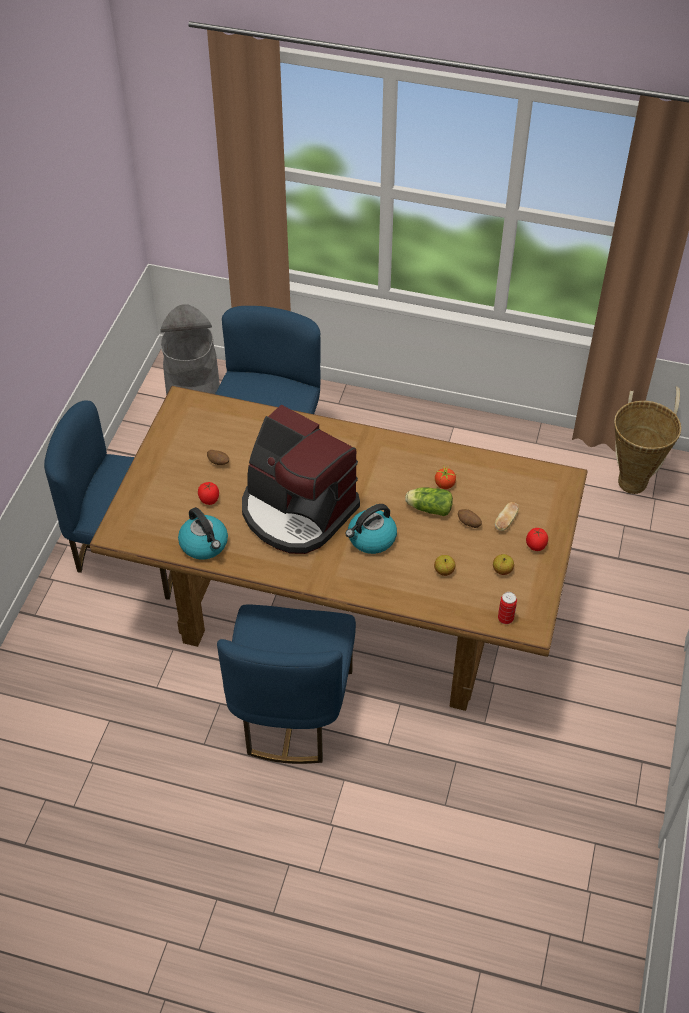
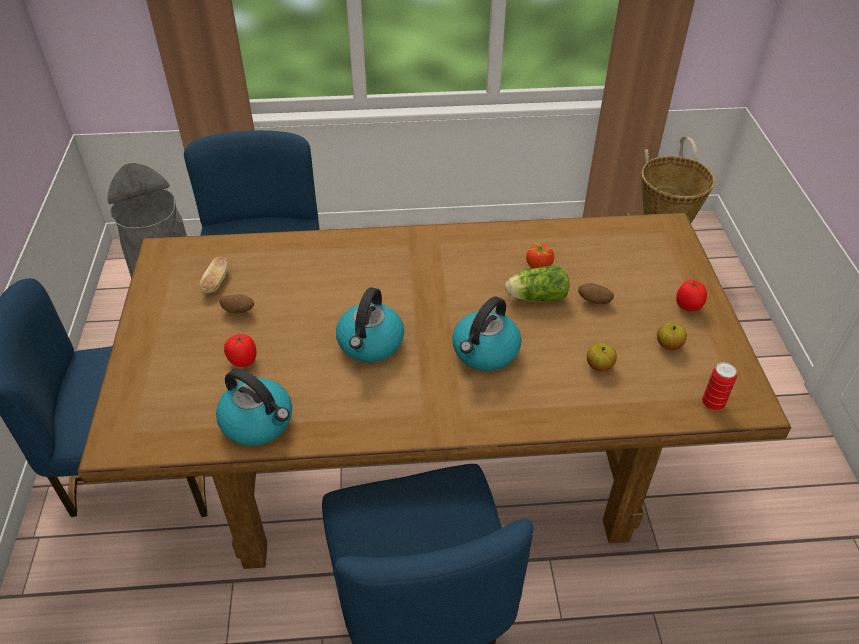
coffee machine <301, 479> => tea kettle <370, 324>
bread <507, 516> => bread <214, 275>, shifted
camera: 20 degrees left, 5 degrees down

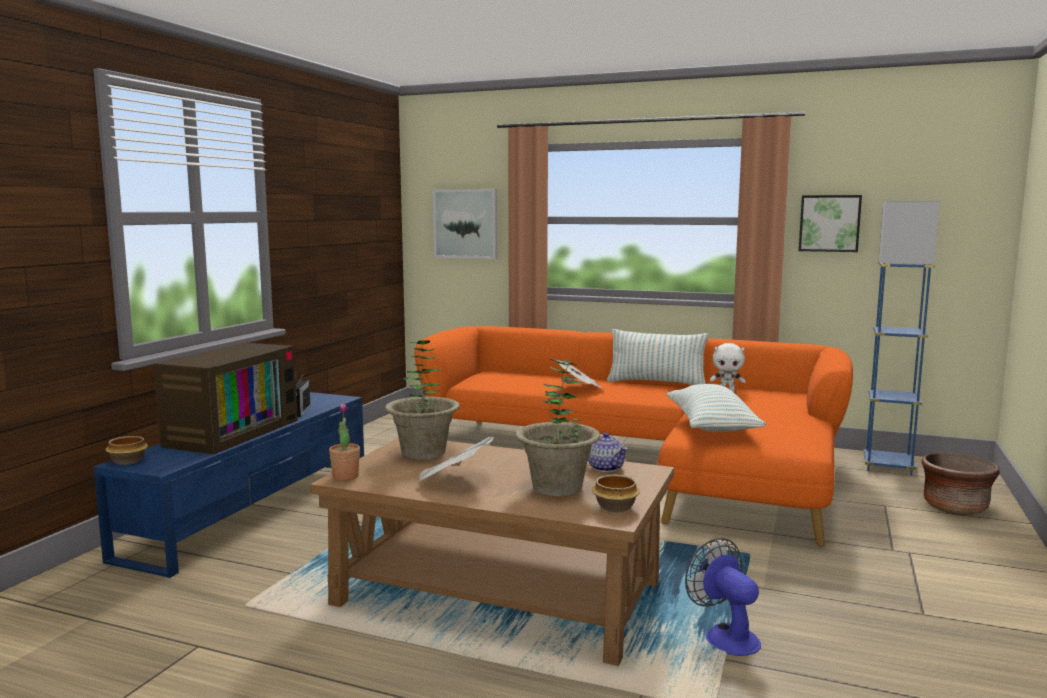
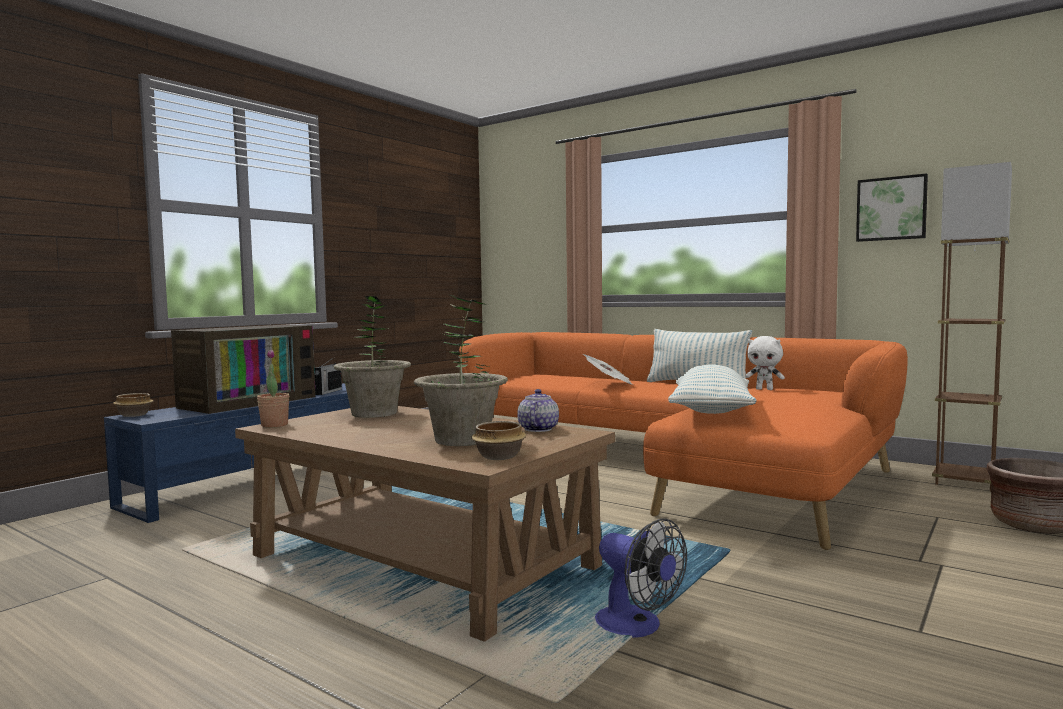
picture <465, 224> => nothing
bluish standing lamp <902, 338> => brown standing lamp <972, 327>
pot for tea <608, 452> => pot for tea <538, 410>, 150 degrees counterclockwise
printed paper <455, 460> => nothing
fan <723, 597> => fan <641, 578>, 150 degrees clockwise
camera: 15 degrees right, 5 degrees down

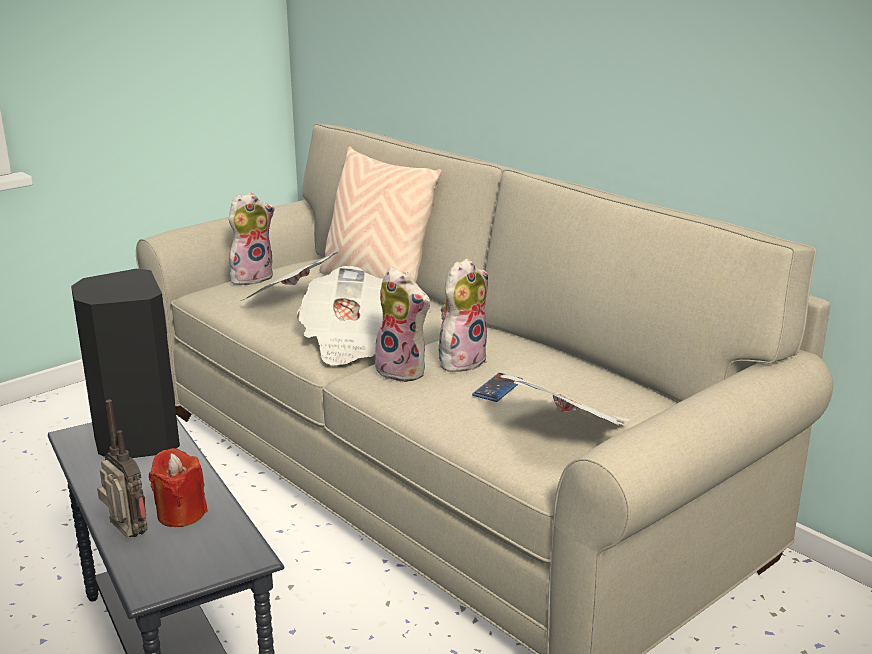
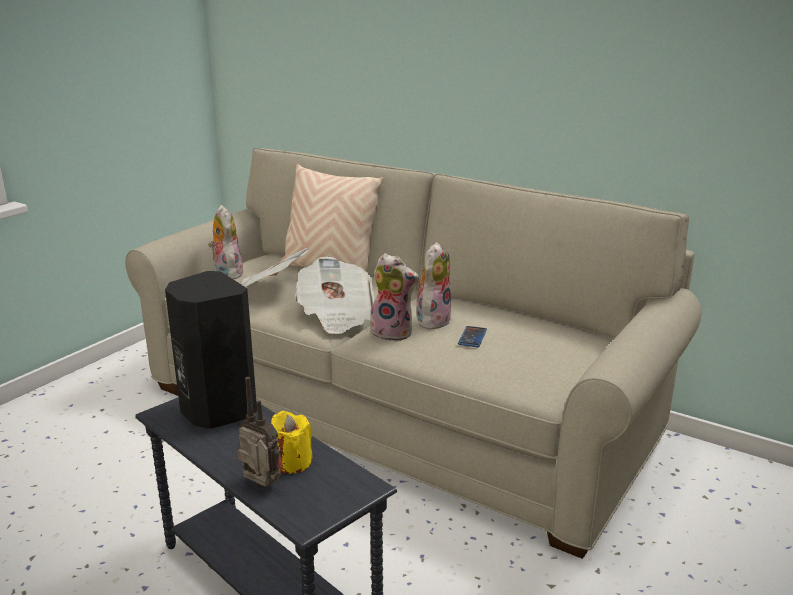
plush toy <252, 239> => plush toy <226, 242>, 60 degrees counterclockwise
printed paper <565, 400> => nothing
red candle <178, 487> => yellow-coloured candle <291, 442>
camera: 15 degrees left, 0 degrees up

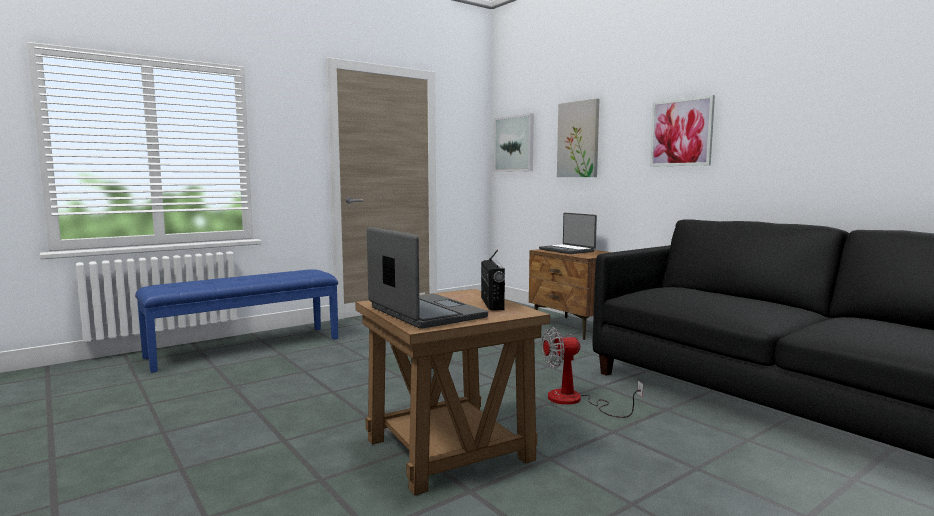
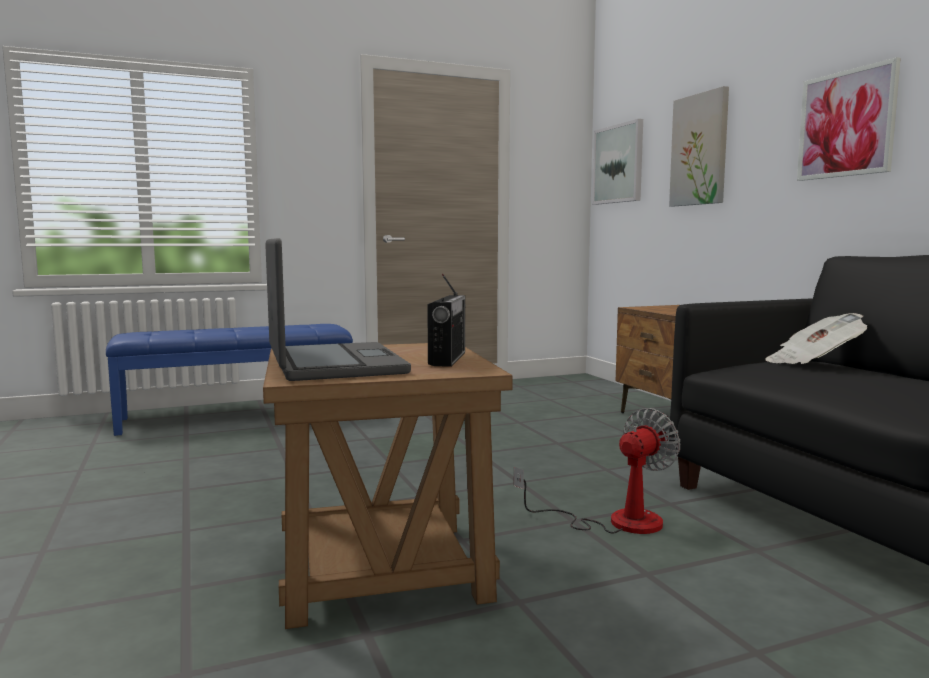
notebook computer <568, 233> => nothing
fan <592, 372> => fan <597, 471>, 135 degrees clockwise
nothing => printed paper <816, 338>
camera: 15 degrees right, 0 degrees up

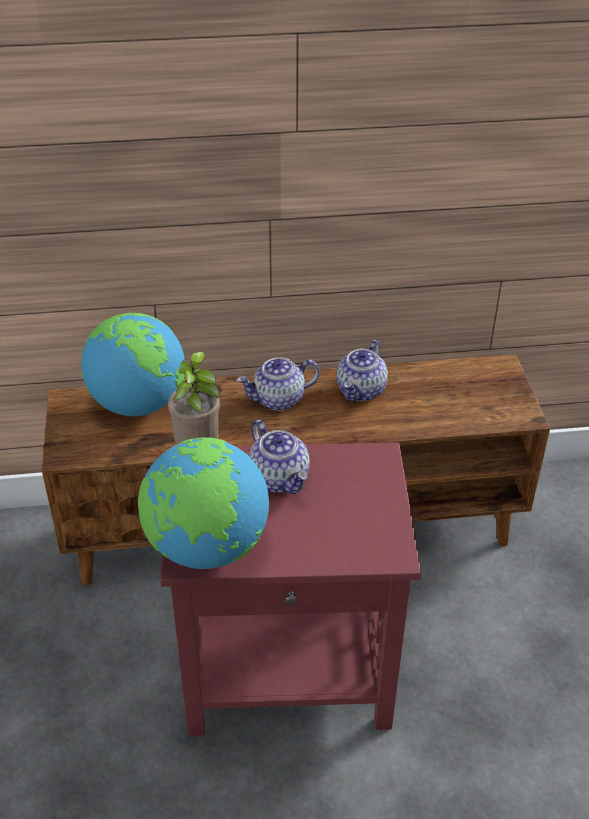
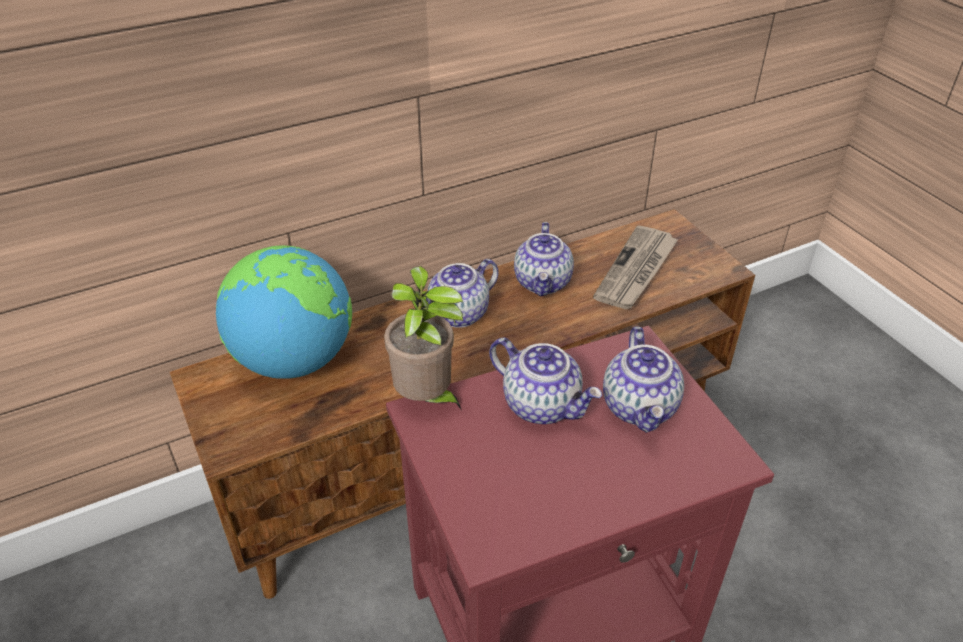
world globe <203, 503> => nothing
nothing => printed paper <635, 267>
nothing => pot for tea <643, 380>
camera: 20 degrees left, 0 degrees up

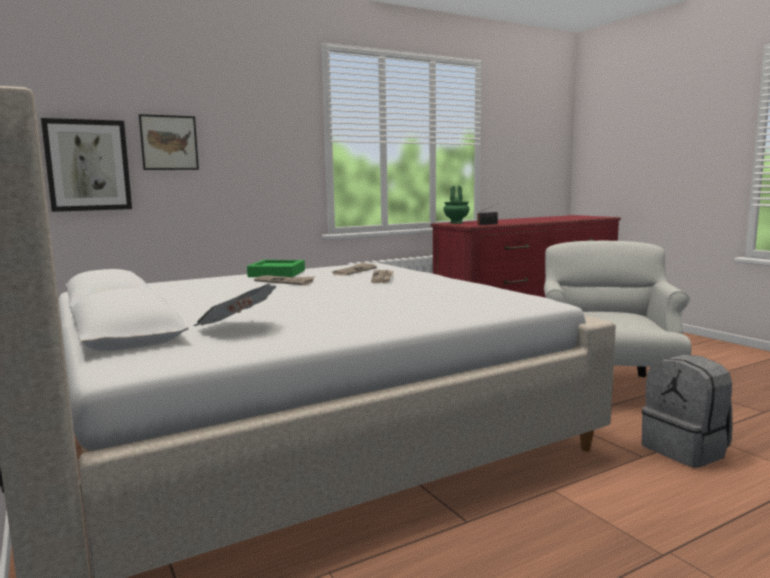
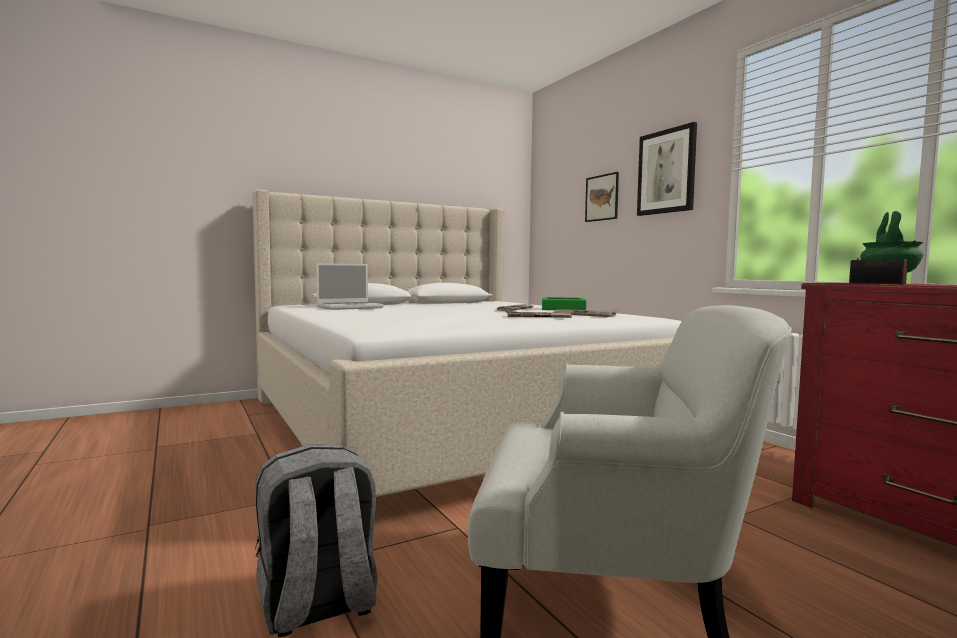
picture <86, 165> => picture <667, 169>, shifted
printed paper <234, 305> => notebook computer <350, 286>
camera: 90 degrees right, 5 degrees down

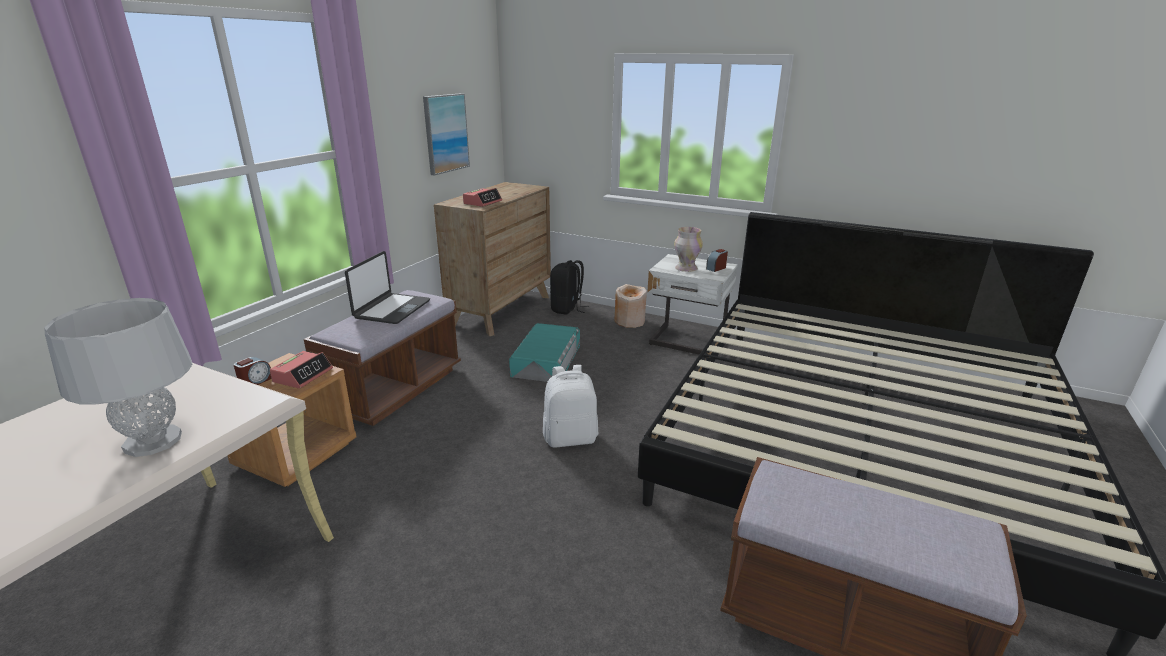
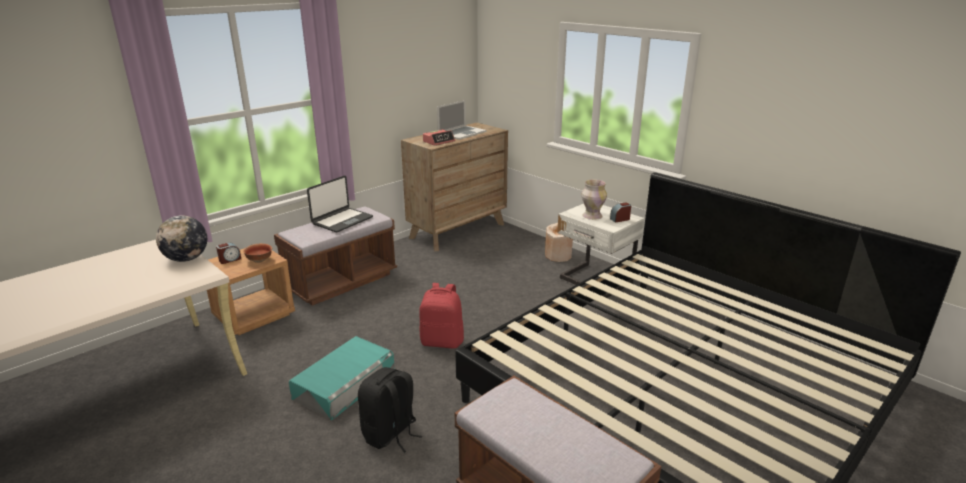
picture <446, 134> => nothing
black-coloured backpack <569, 287> => black-coloured backpack <390, 410>, shifted
gray table lamp <118, 377> => nothing
turquoise storage bin <544, 352> => turquoise storage bin <342, 378>, shifted
alarm clock <301, 370> => serving bowl <257, 253>
whitish backpack <570, 406> => red backpack <441, 316>
nothing => notebook computer <462, 120>
nothing => world globe <181, 238>
camera: 20 degrees right, 0 degrees up

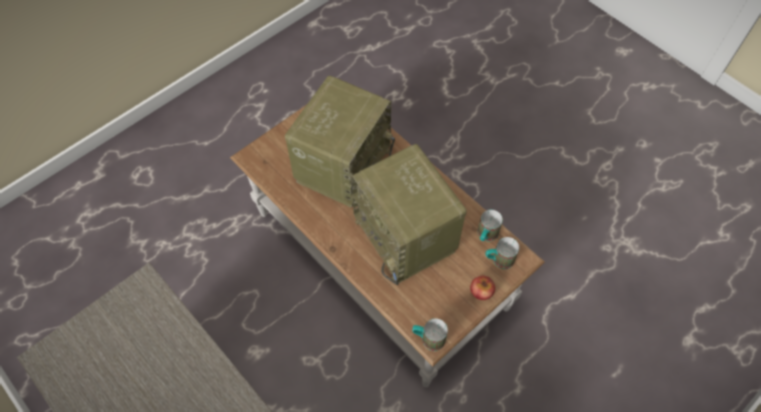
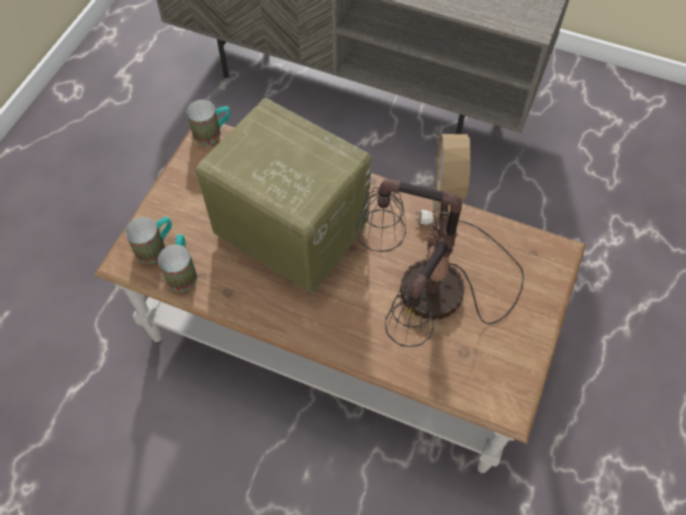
radio set <340, 142> => table lamp <440, 240>
apple fruit <482, 288> => nothing
camera: 155 degrees right, 0 degrees up

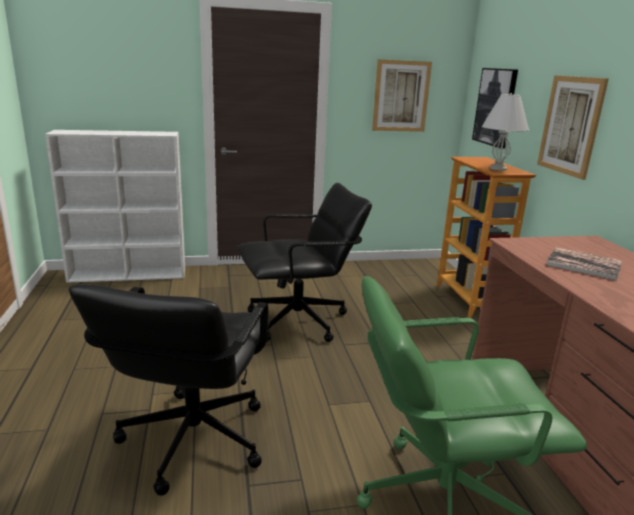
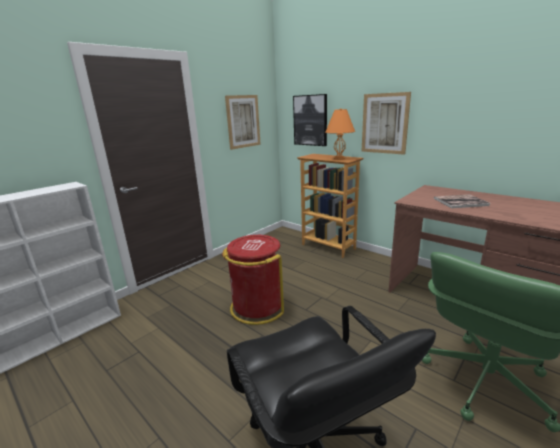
whitish table lamp <505, 132> => orangey table lamp <340, 134>
black-coloured desk chair <304, 262> => red waste bin <253, 280>
camera: 35 degrees left, 0 degrees up

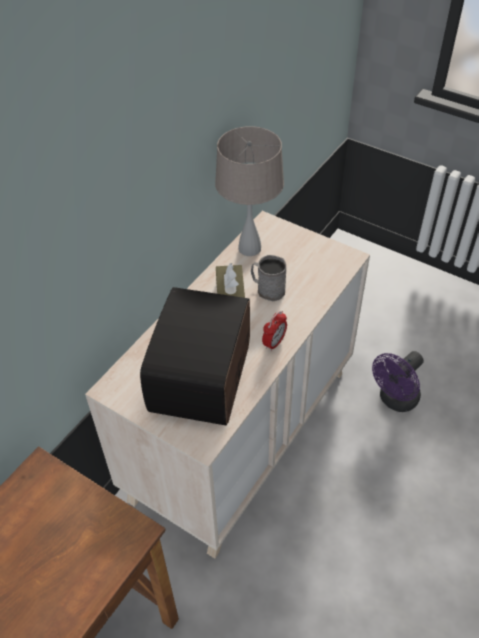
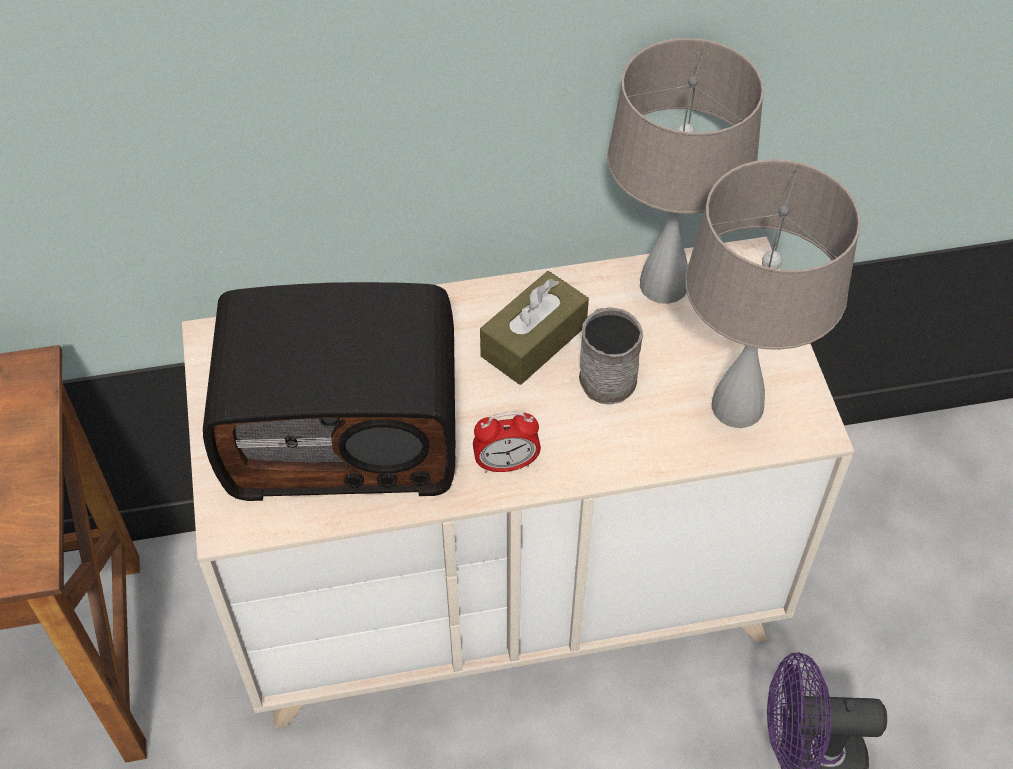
radio set <195, 356> => radio set <329, 391>, 150 degrees counterclockwise
nothing => beige-coloured table lamp <773, 293>
camera: 45 degrees right, 5 degrees up

